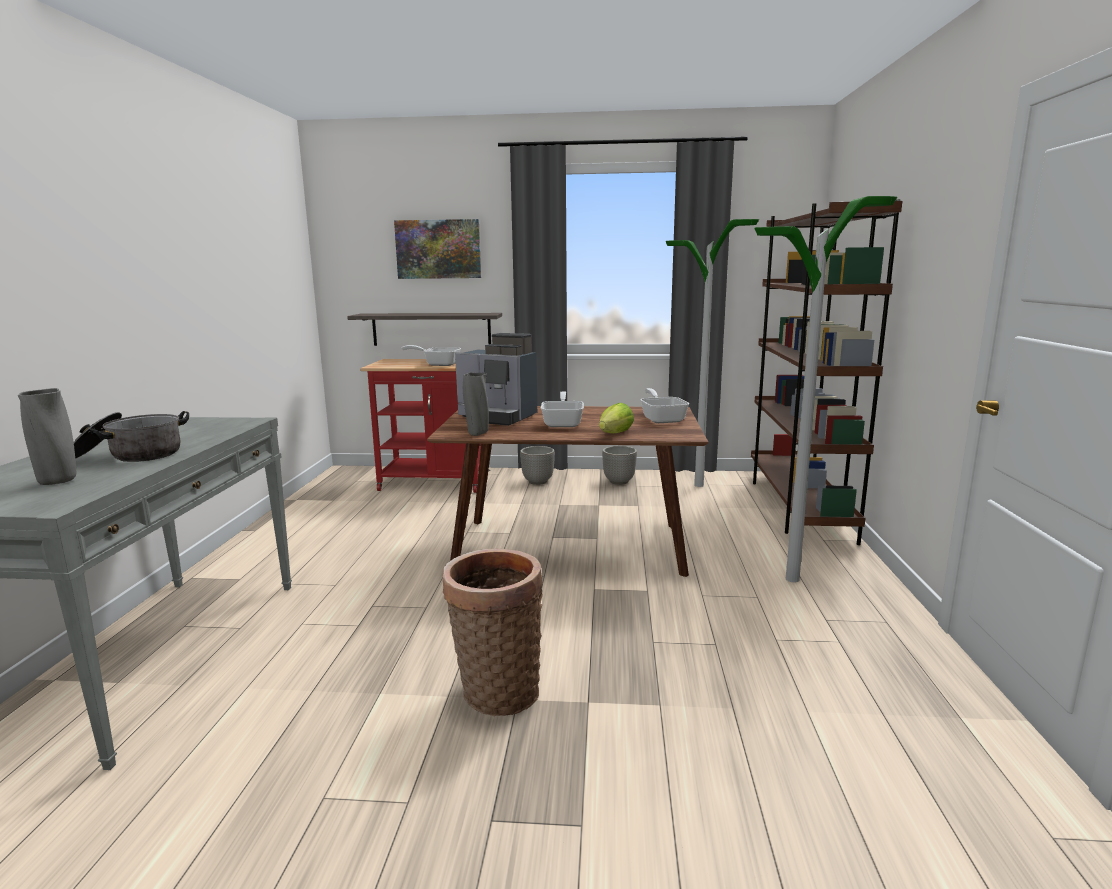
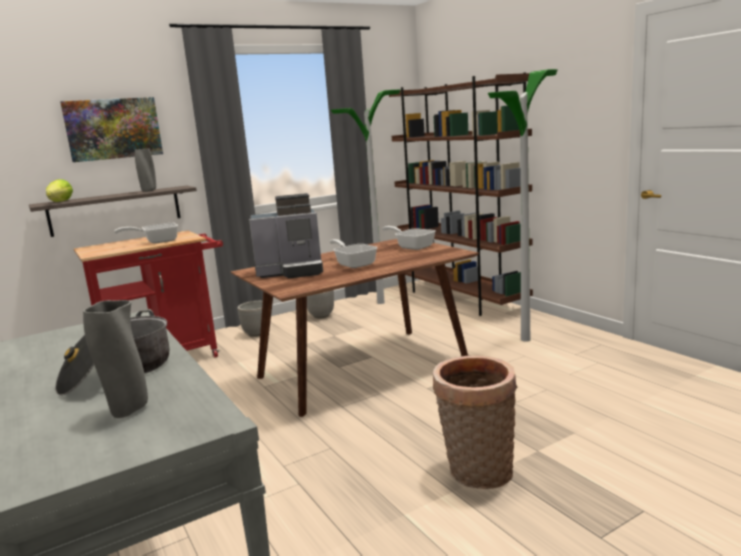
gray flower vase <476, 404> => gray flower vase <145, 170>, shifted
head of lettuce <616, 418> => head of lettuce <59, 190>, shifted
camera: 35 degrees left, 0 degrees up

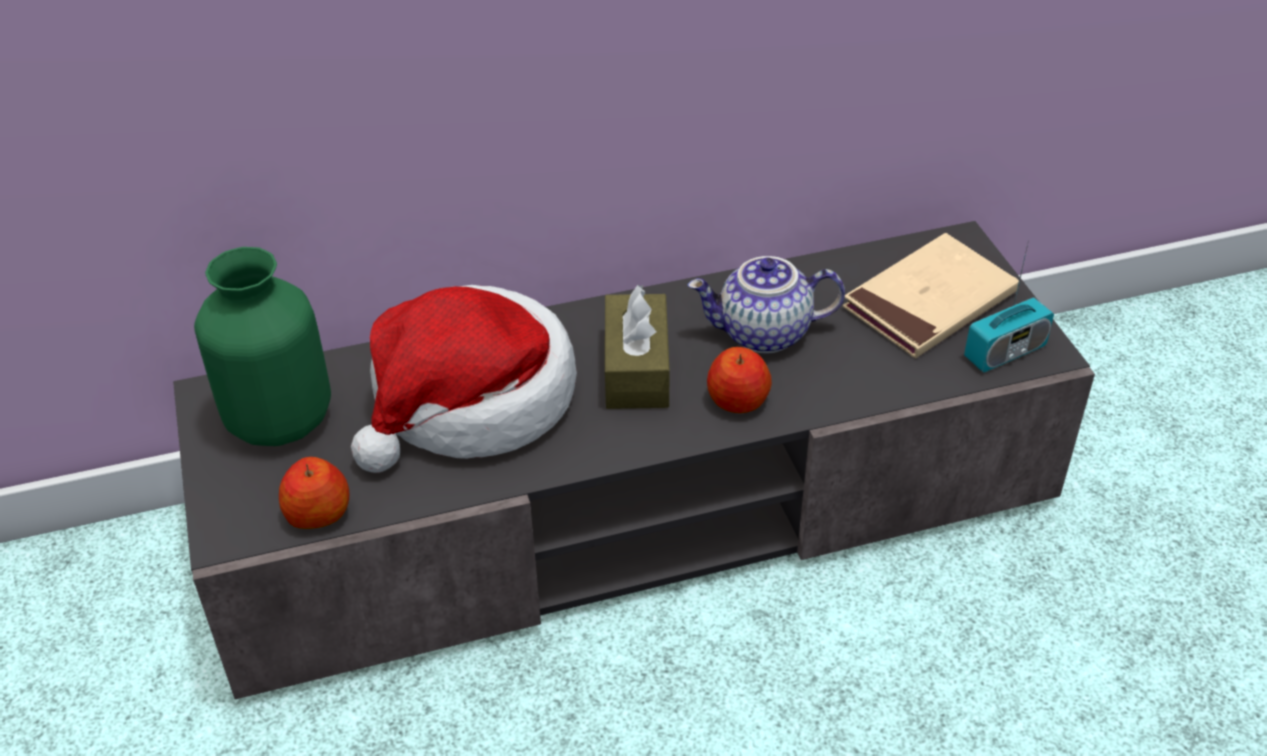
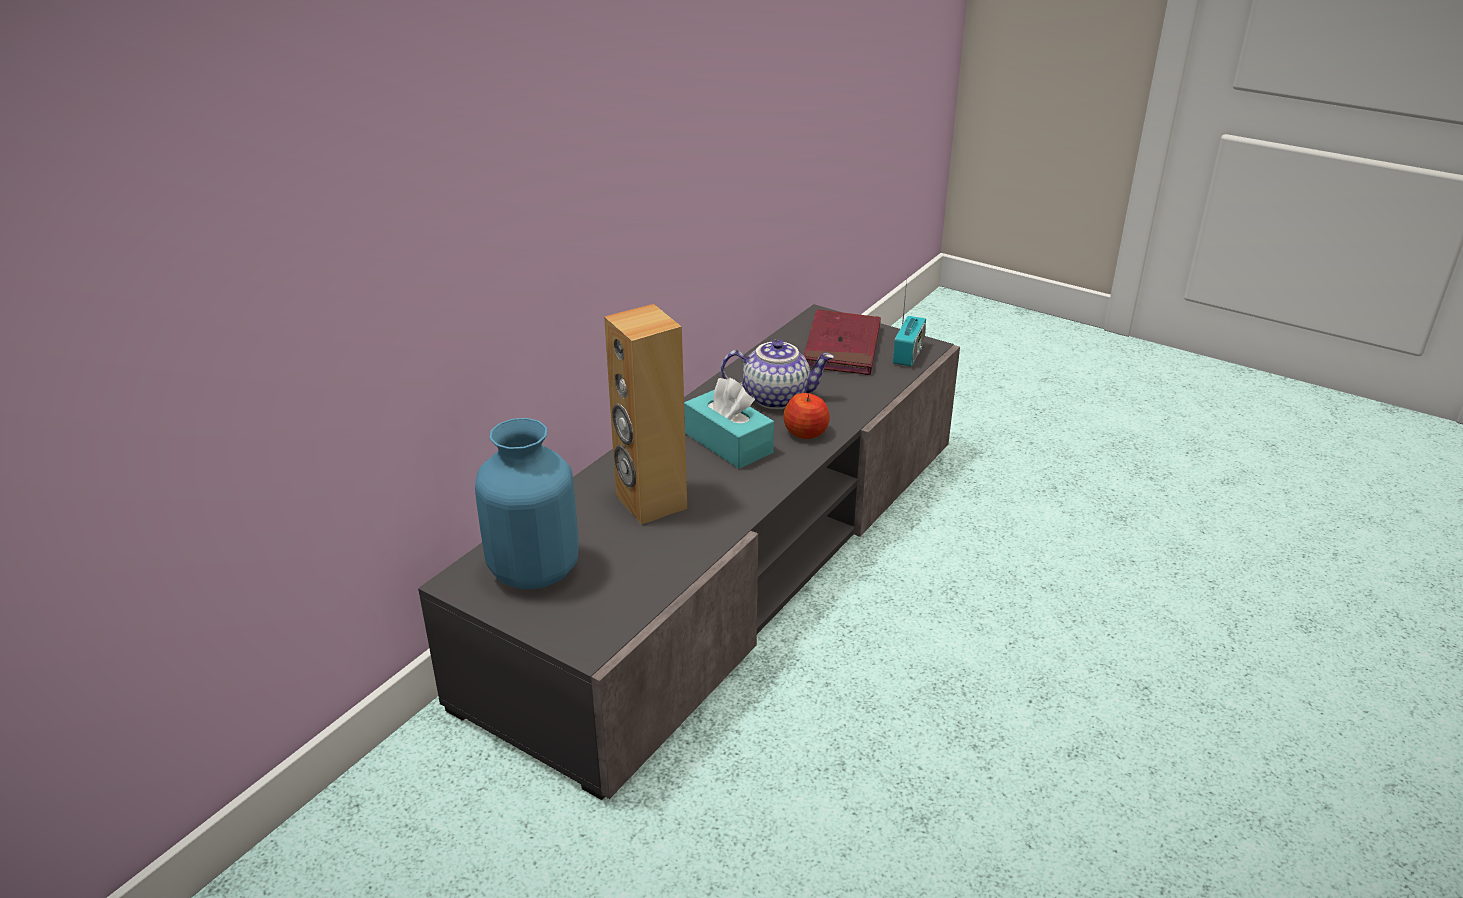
beige-coloured bound book <931, 295> => red bound book <842, 342>
green-coloured flower vase <262, 346> => bluish flower vase <527, 503>
pot for tea <766, 304> => pot for tea <777, 374>, 135 degrees counterclockwise
hat <464, 379> => brown audio speaker <645, 414>
brown tissue holder <637, 347> => turquoise tissue holder <729, 423>
apple fruit <314, 493> => nothing
camera: 40 degrees left, 10 degrees down

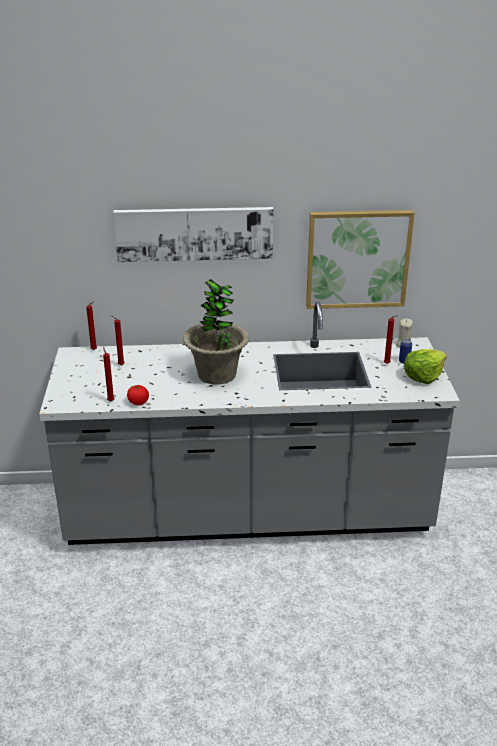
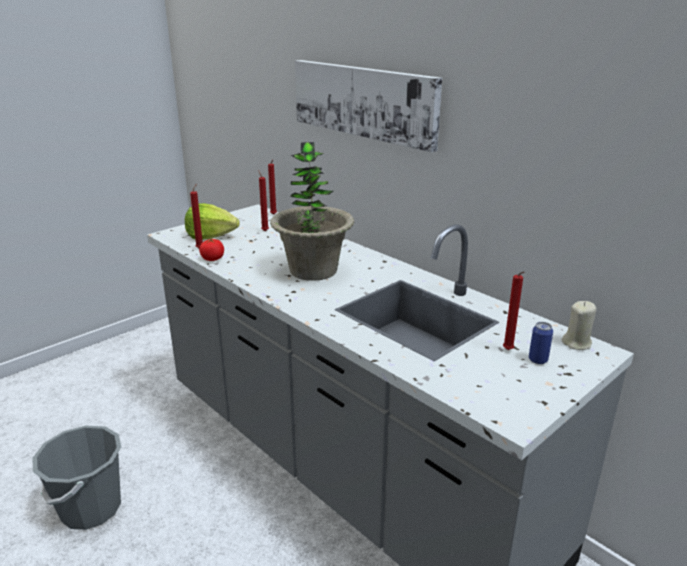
picture <360, 259> => nothing
head of lettuce <425, 366> => head of lettuce <212, 221>, shifted
nothing => gray bucket <76, 478>
camera: 50 degrees right, 5 degrees down

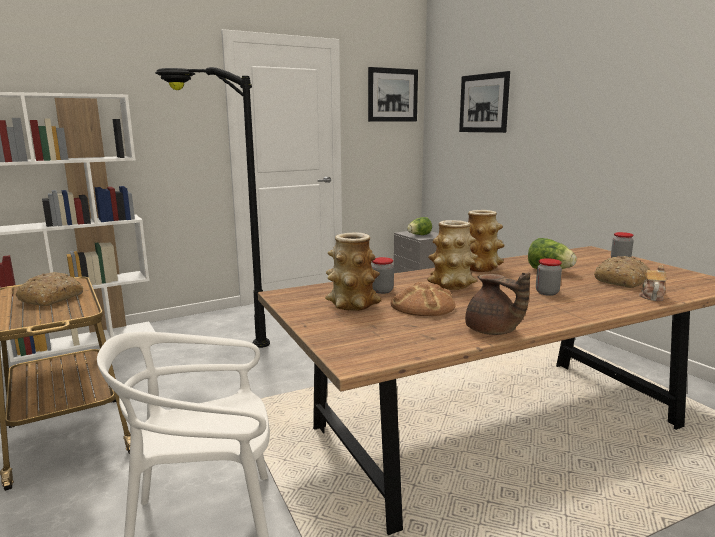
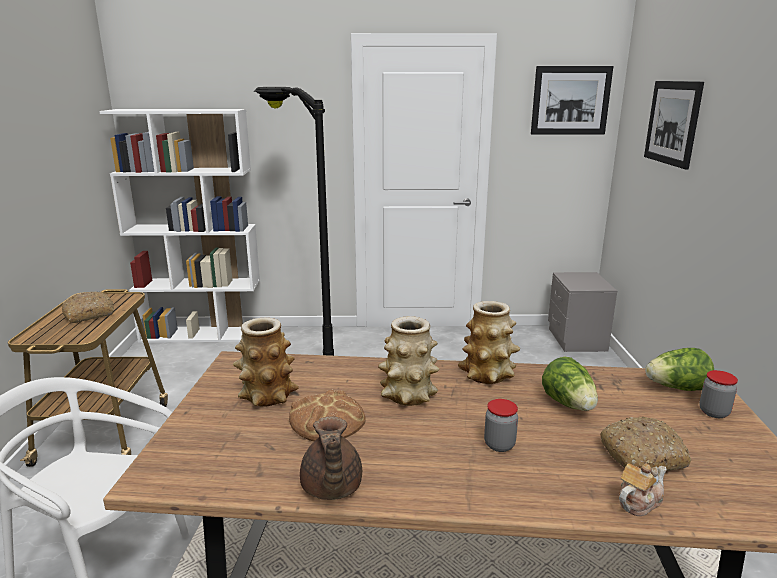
head of lettuce <419, 226> => head of lettuce <679, 369>, shifted
jar <383, 275> => nothing
camera: 30 degrees right, 5 degrees up

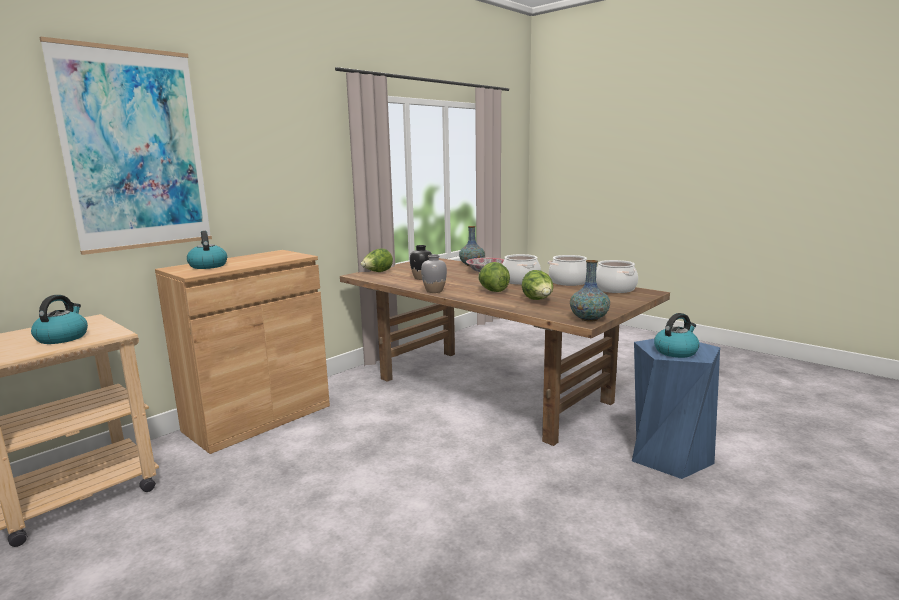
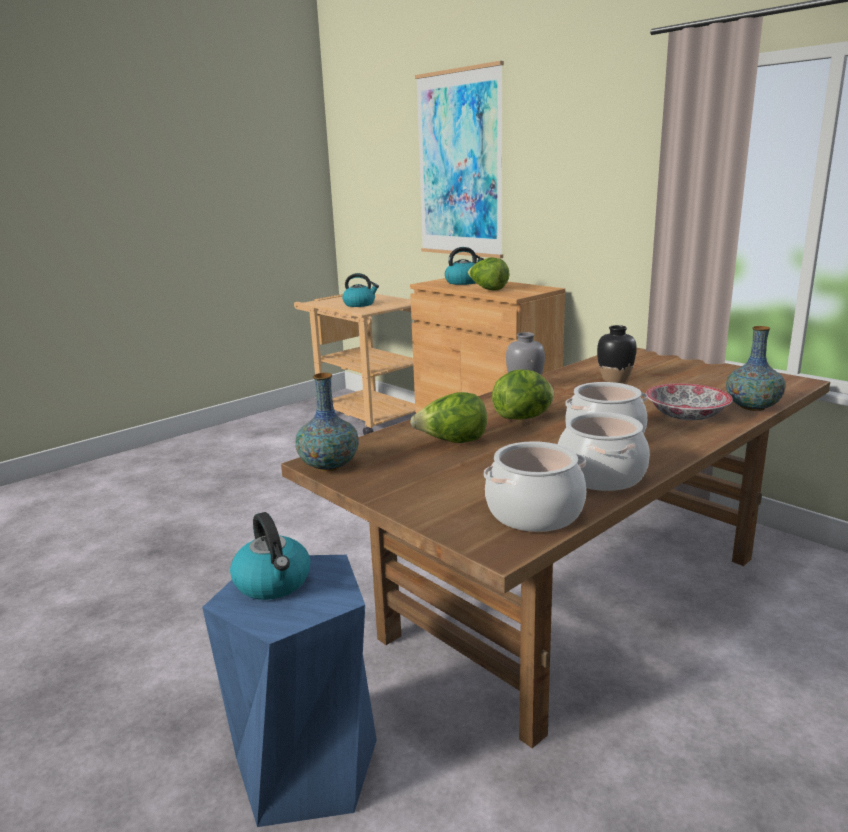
head of lettuce <377, 260> => head of lettuce <489, 273>, shifted
camera: 95 degrees right, 5 degrees up

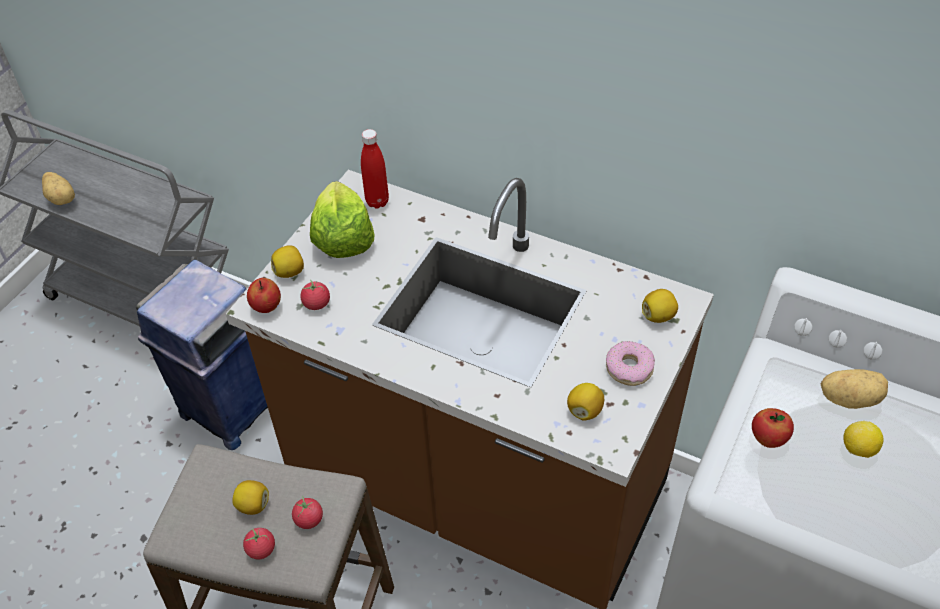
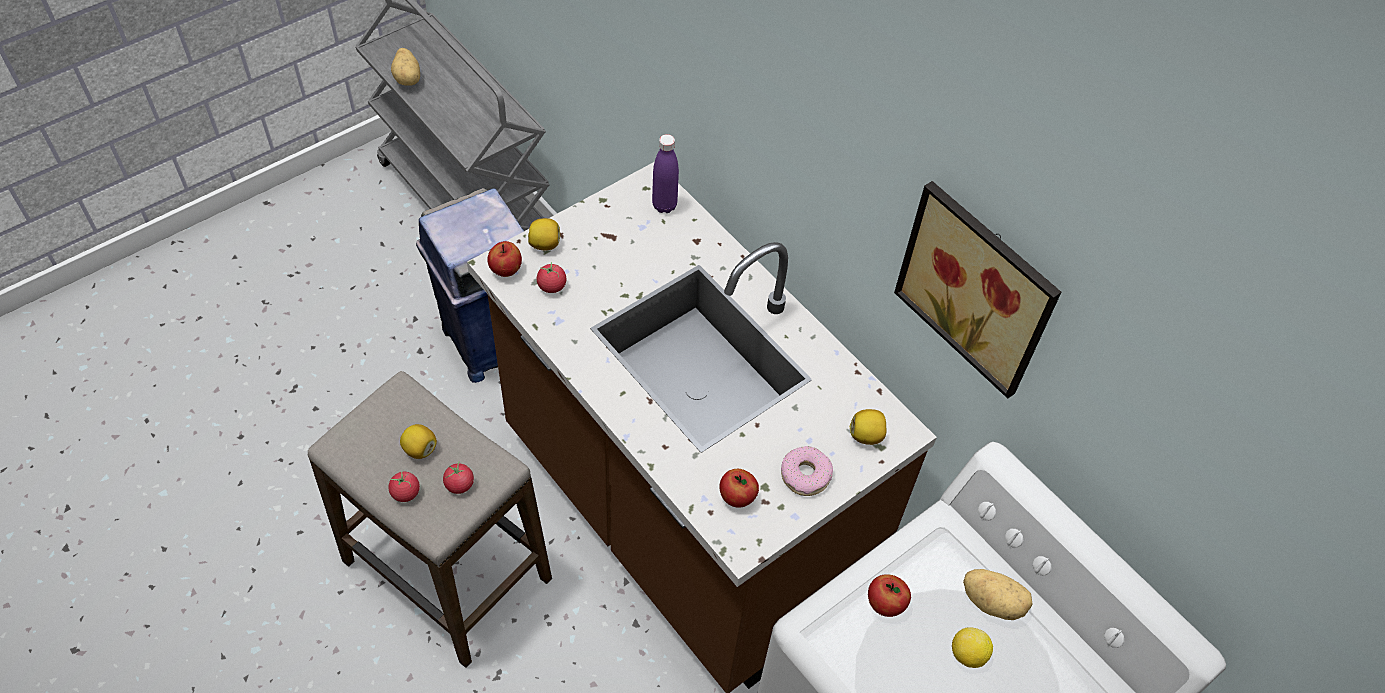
red beverage bottle <375, 169> => purple-coloured beverage bottle <665, 173>
head of lettuce <342, 219> => nothing
whole lemon <585, 402> => apple fruit <739, 488>
nothing => picture <977, 290>
camera: 20 degrees right, 5 degrees up

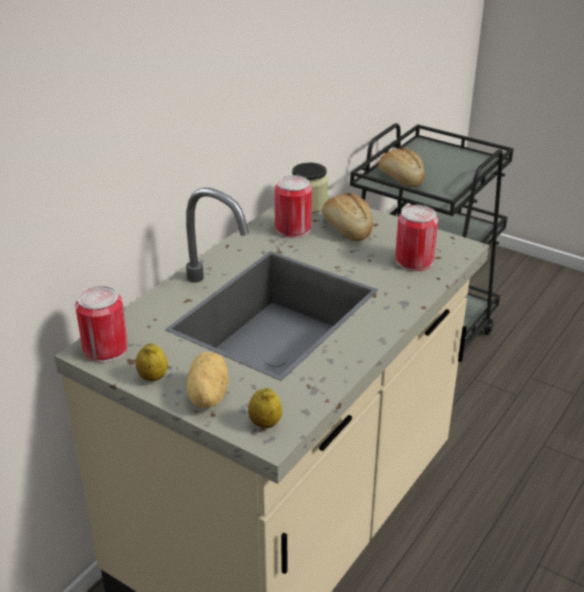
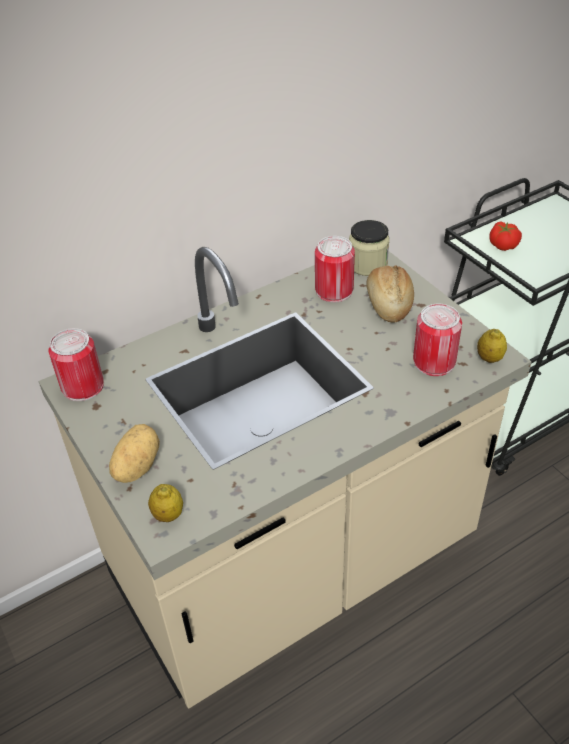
bread <402, 167> => tomato <506, 236>
whole lemon <151, 362> => whole lemon <492, 346>, shifted
camera: 25 degrees right, 10 degrees up

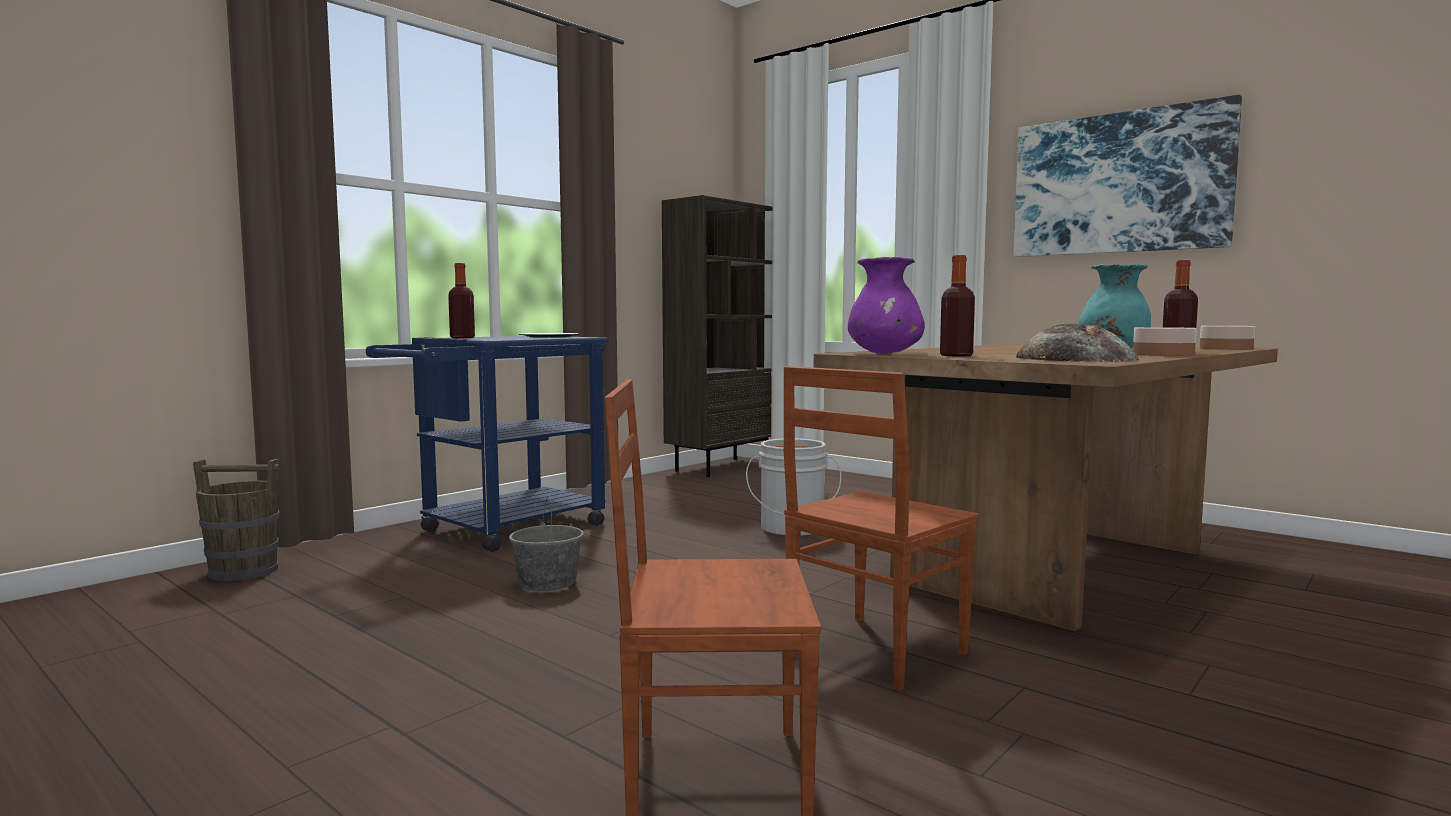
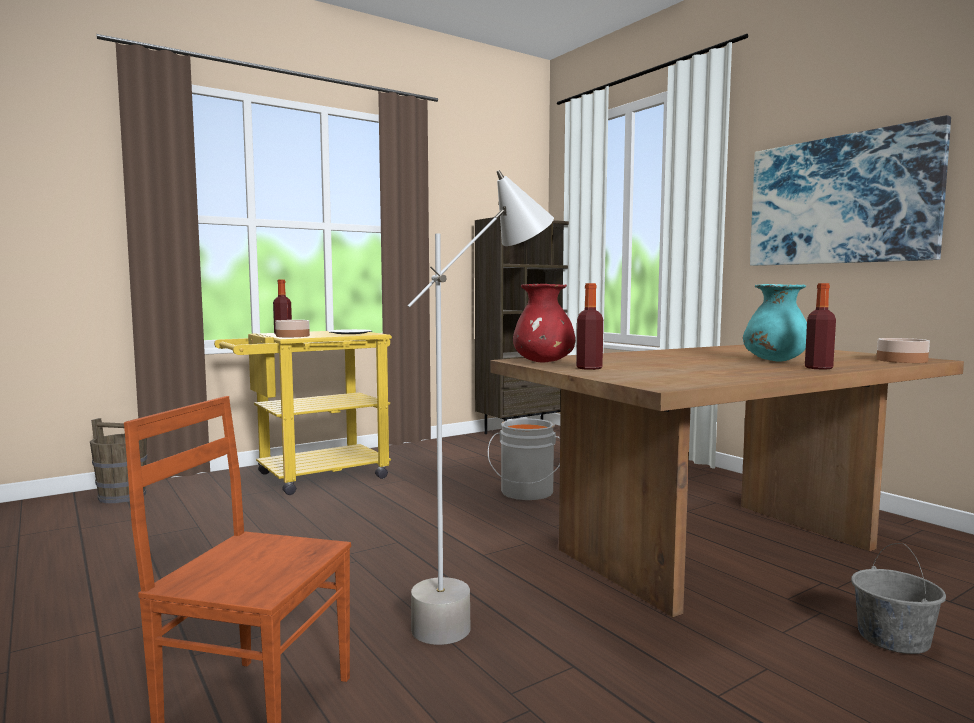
purple-coloured flower vase <886, 305> => red flower vase <544, 323>
bread <1077, 343> => nothing
serving bowl <1165, 341> => serving bowl <292, 328>, shifted
bluish cart <487, 444> => yellow-coloured cart <303, 413>
brown upright chair <881, 528> => gray standing lamp <480, 407>
gray bucket <546, 543> => gray bucket <898, 598>, shifted
camera: 15 degrees right, 0 degrees up

